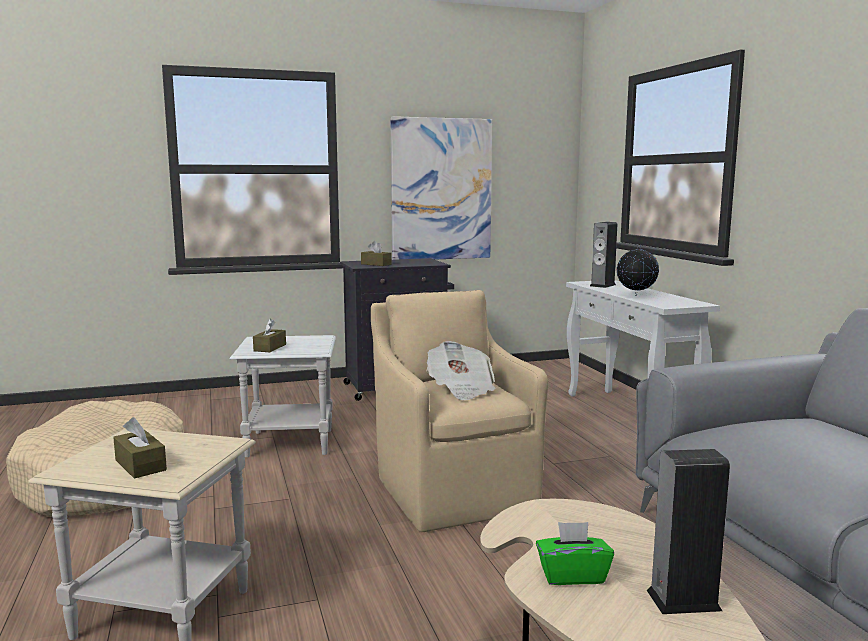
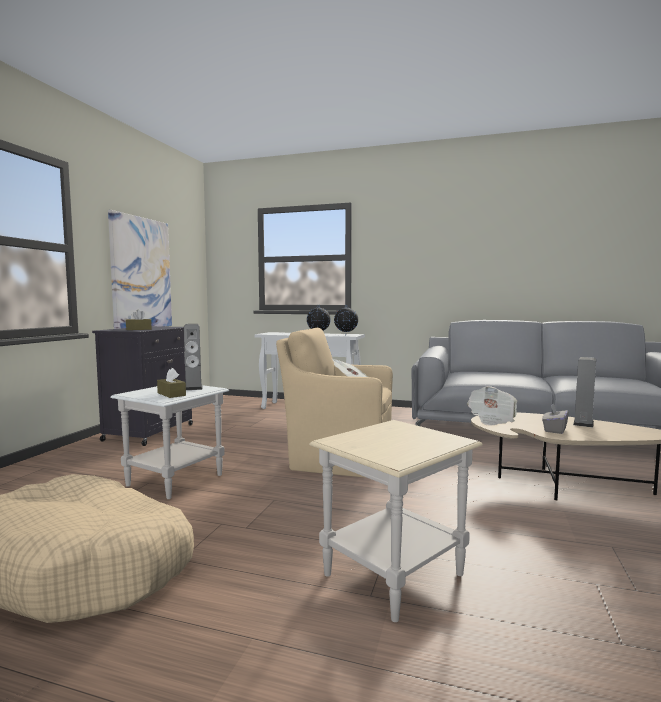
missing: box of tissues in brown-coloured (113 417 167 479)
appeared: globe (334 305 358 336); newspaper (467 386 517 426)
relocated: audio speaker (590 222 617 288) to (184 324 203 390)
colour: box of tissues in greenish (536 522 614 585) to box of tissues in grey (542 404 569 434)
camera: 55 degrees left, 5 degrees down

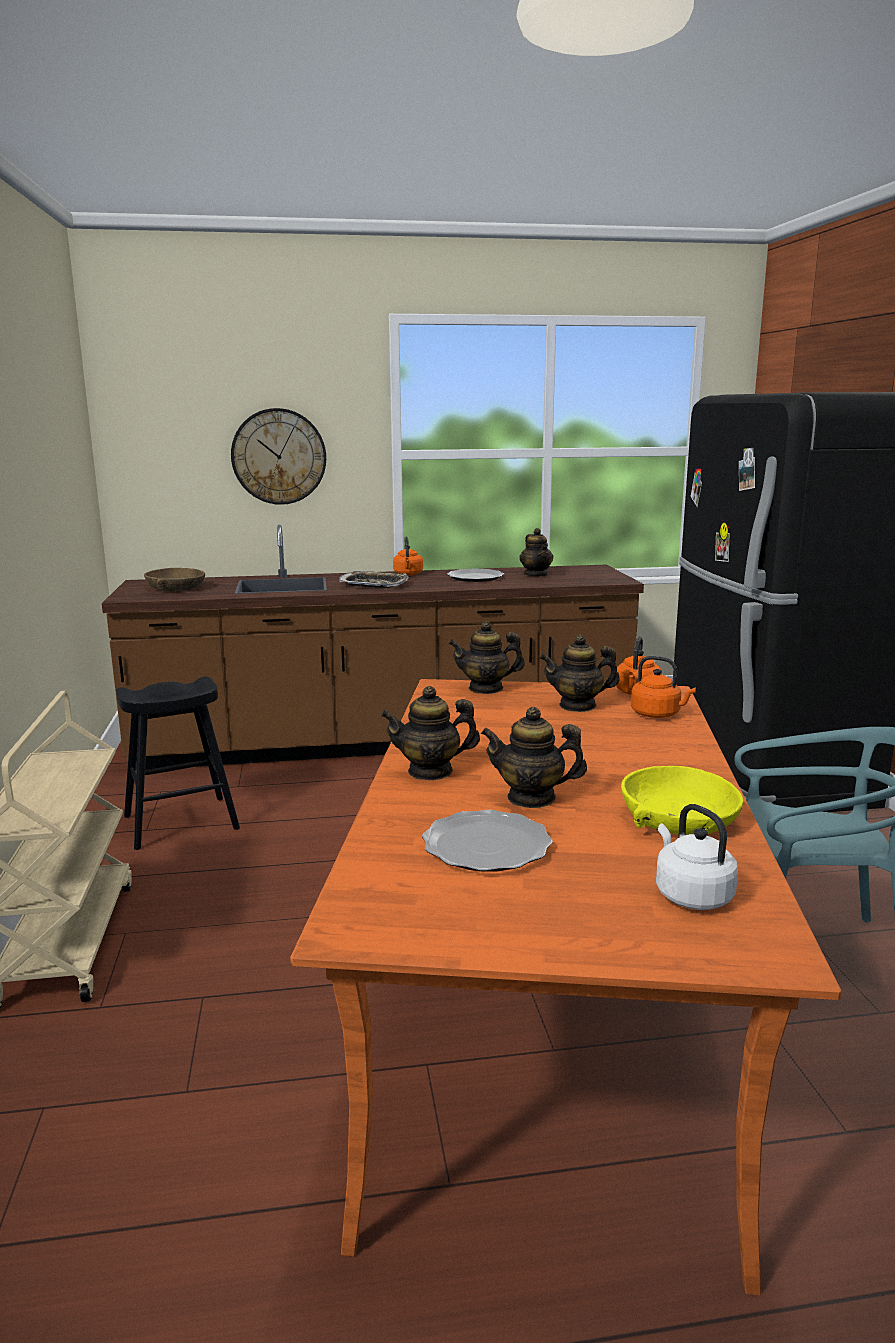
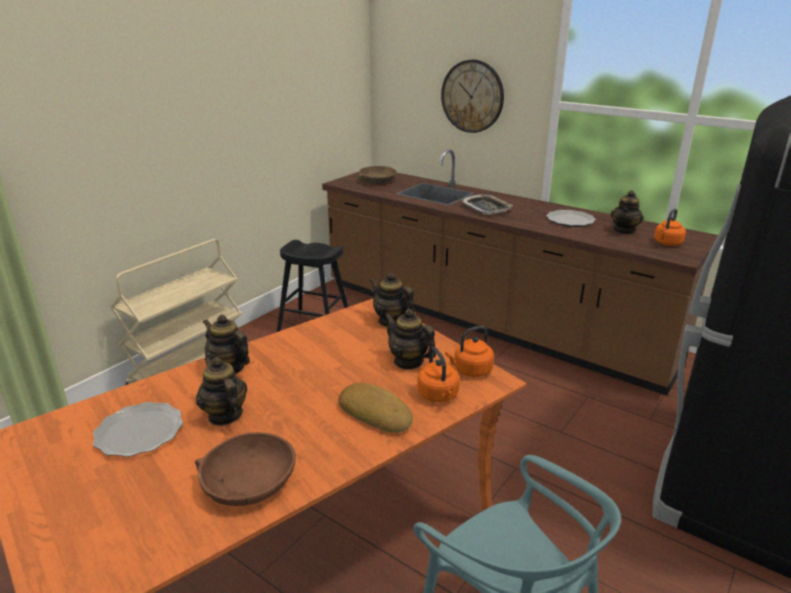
missing: water kettle in white-coloured (656 804 738 910)
appeared: bakery bread (339 383 413 433)
relocated: water kettle in orange (393 537 423 576) to (654 208 686 246)
colour: serving bowl in yellow-coloured (621 766 743 835) to serving bowl in brown-coloured (195 432 296 506)
camera: 45 degrees right, 10 degrees up

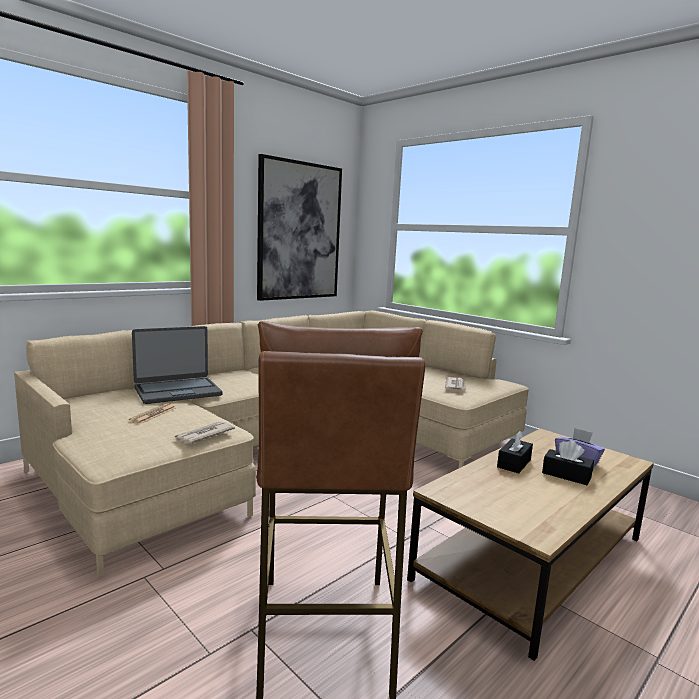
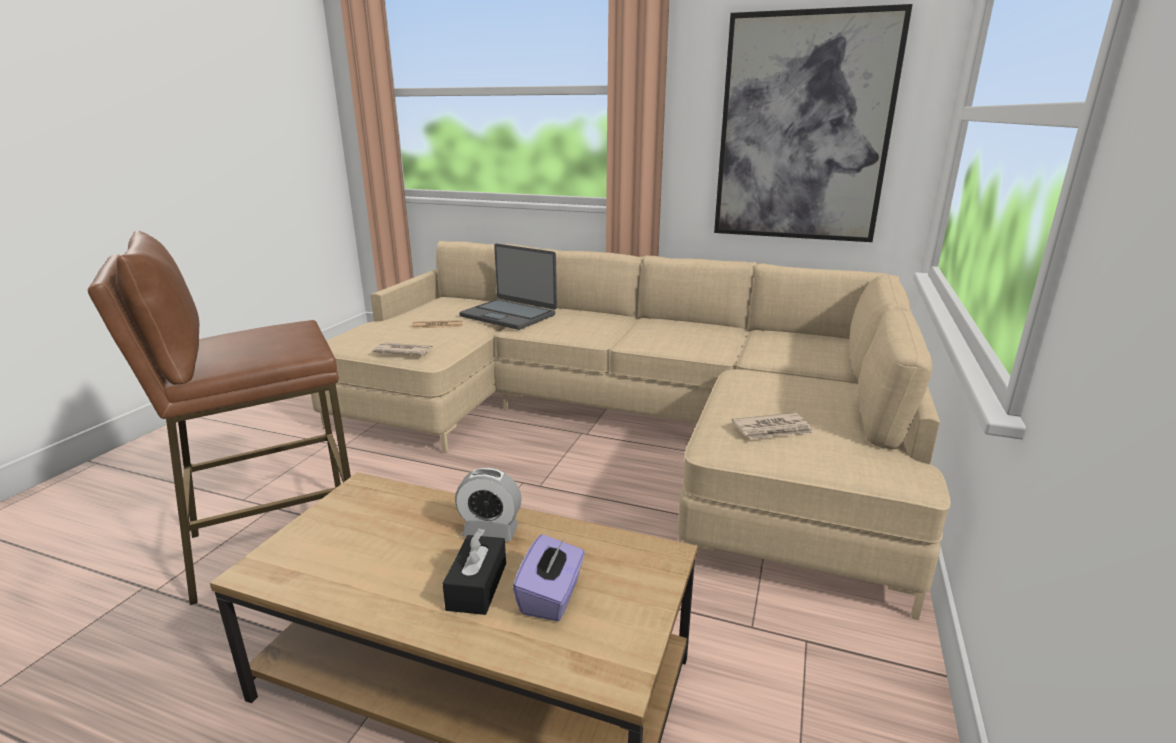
exchanged: box of tissues in blackish (497 431 533 474) to alarm clock (455 468 522 541)
camera: 65 degrees right, 10 degrees up

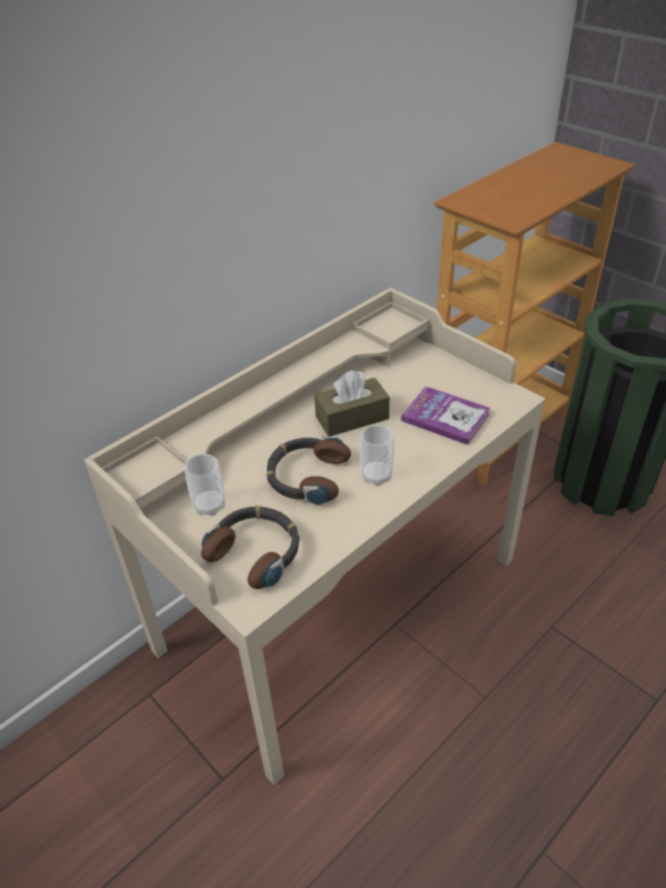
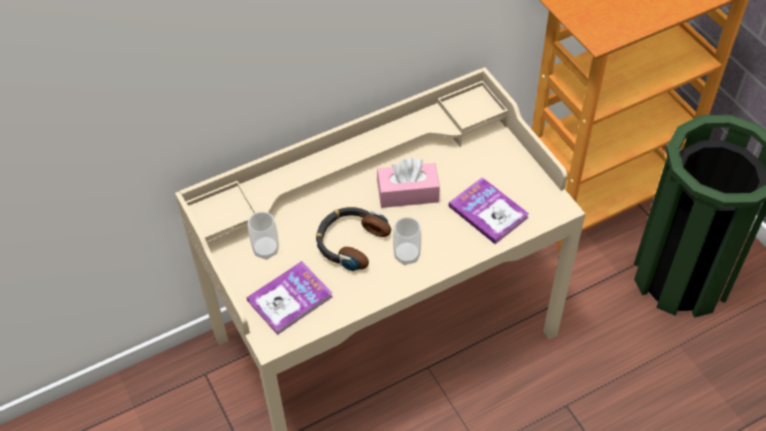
exchanged: pair of headphones (201 506 300 589) to book (247 261 332 335)
colour: box of tissues in brown-coloured (314 370 390 437) to box of tissues in pinkish (377 158 440 208)
camera: 15 degrees right, 10 degrees up

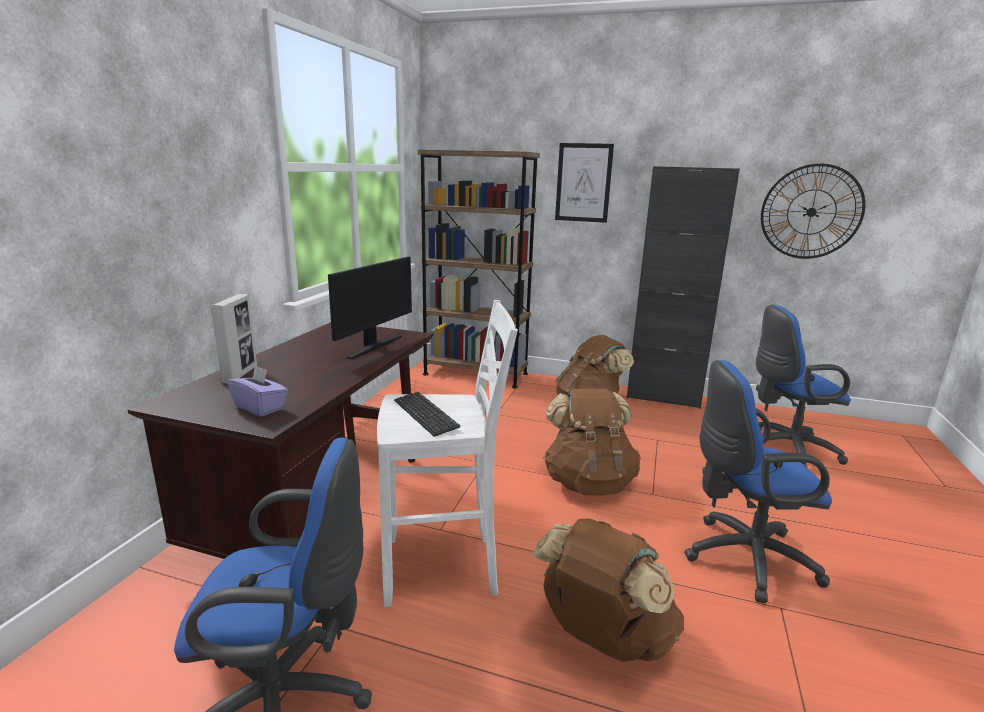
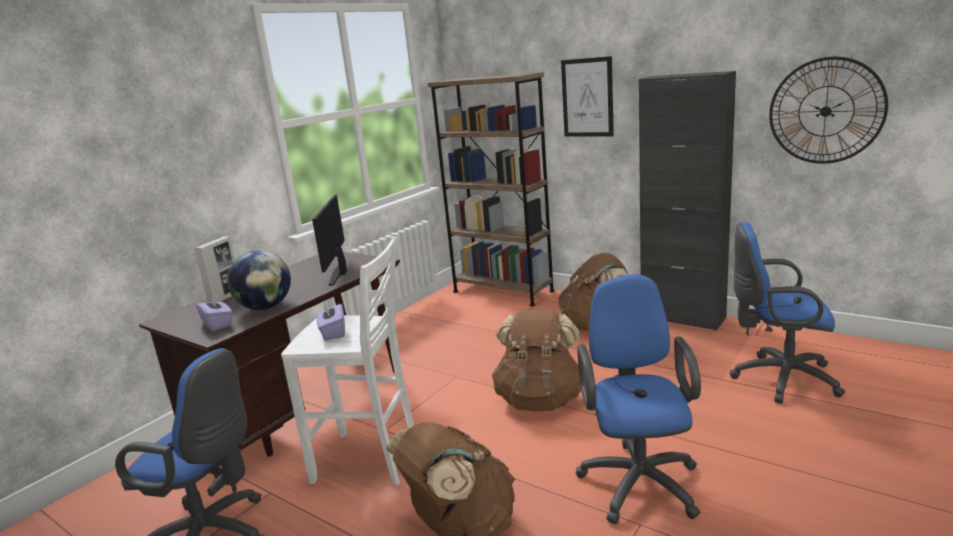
appeared: globe (227 250 291 310)
exchanged: keyboard (394 392 460 437) to box of tissues in purple-coloured (317 302 345 340)
spun: computer display (328 257 412 359) = (312 195 347 286) 135 degrees clockwise; office chair in bluish (684 360 832 603) = (576 274 701 524) 75 degrees clockwise
camera: 20 degrees right, 0 degrees up

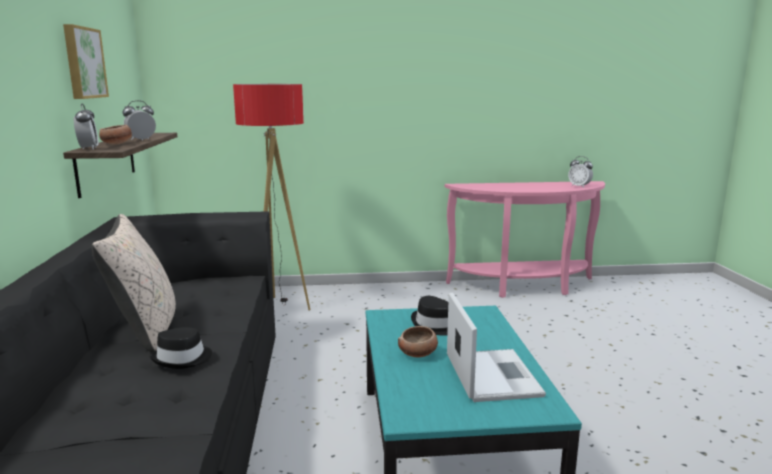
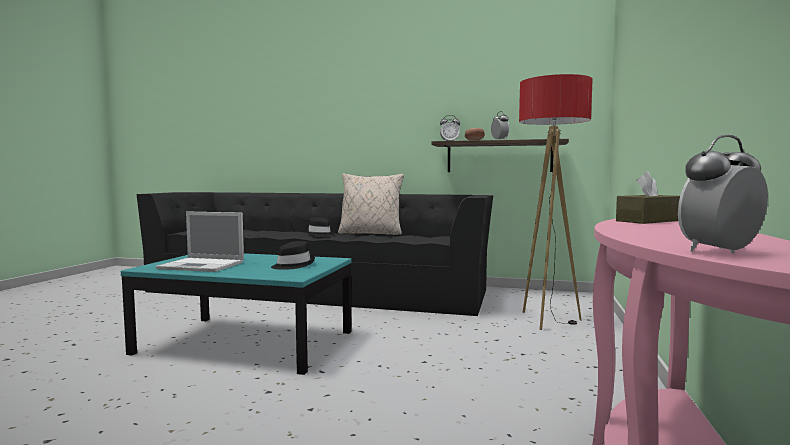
missing: wall art (63 24 109 99); serving bowl (398 326 438 357)
appeared: box of tissues in brown-coloured (616 171 680 224)
camera: 110 degrees right, 10 degrees down

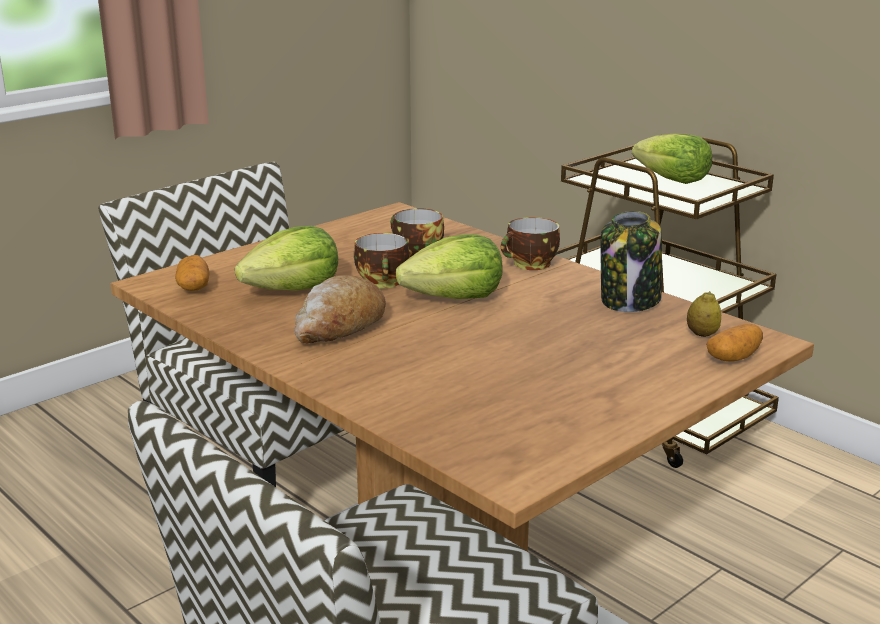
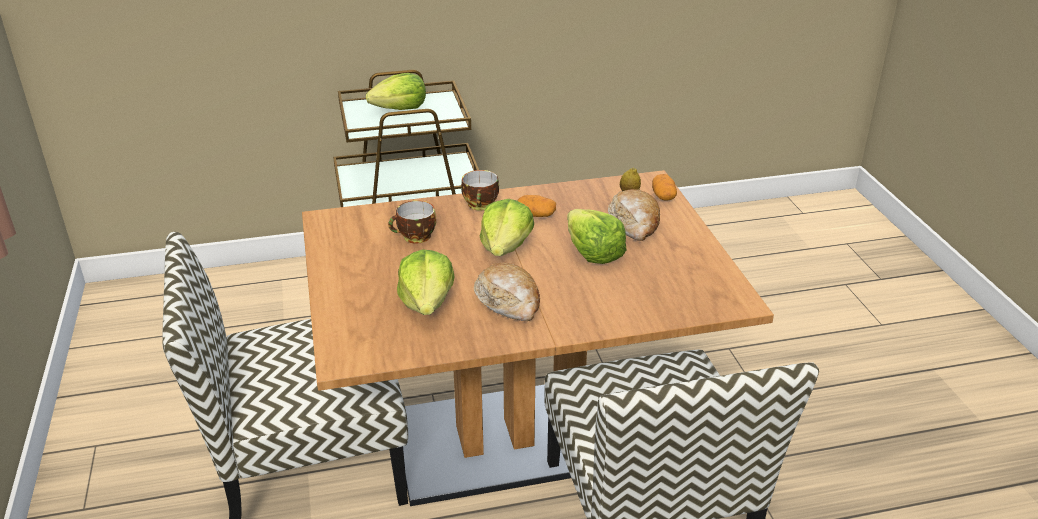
missing: drinking cup (354 233 409 289); storage jar (601 211 662 312)
appeared: lettuce head (567 209 626 264); bakery bread (608 189 660 241)
relocated: whole potato (175 255 210 291) to (517 195 556 217)
camera: 60 degrees left, 10 degrees up

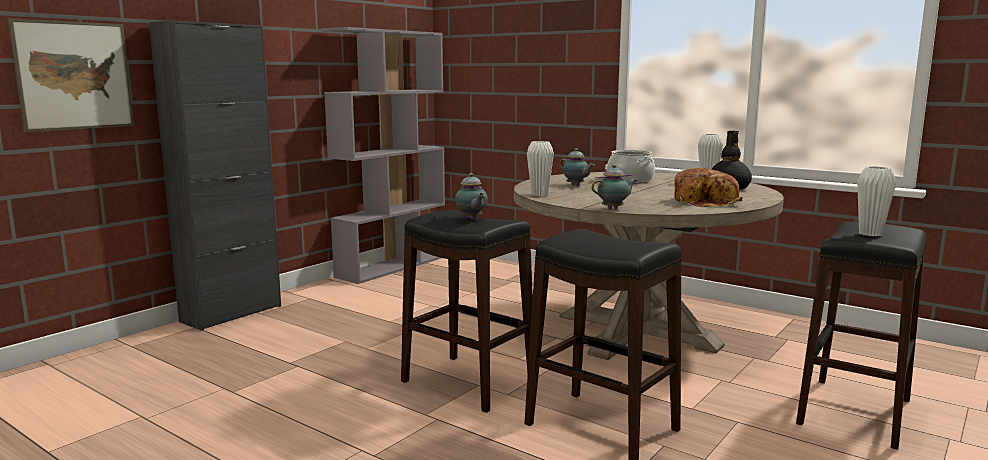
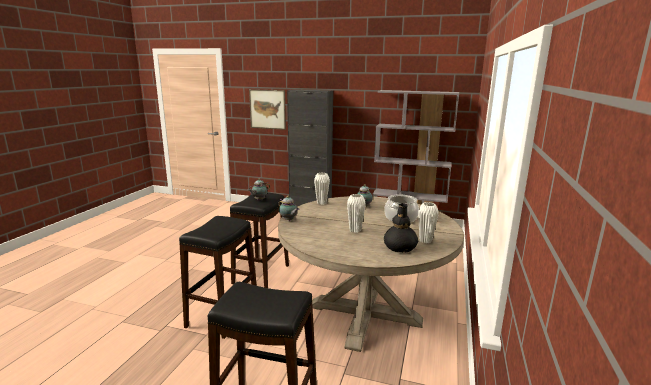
missing: bakery bread (674 168 743 207)
relocated: flower vase in white-coloured (857 166 896 236) to (347 194 366 233)
camera: 70 degrees right, 5 degrees up

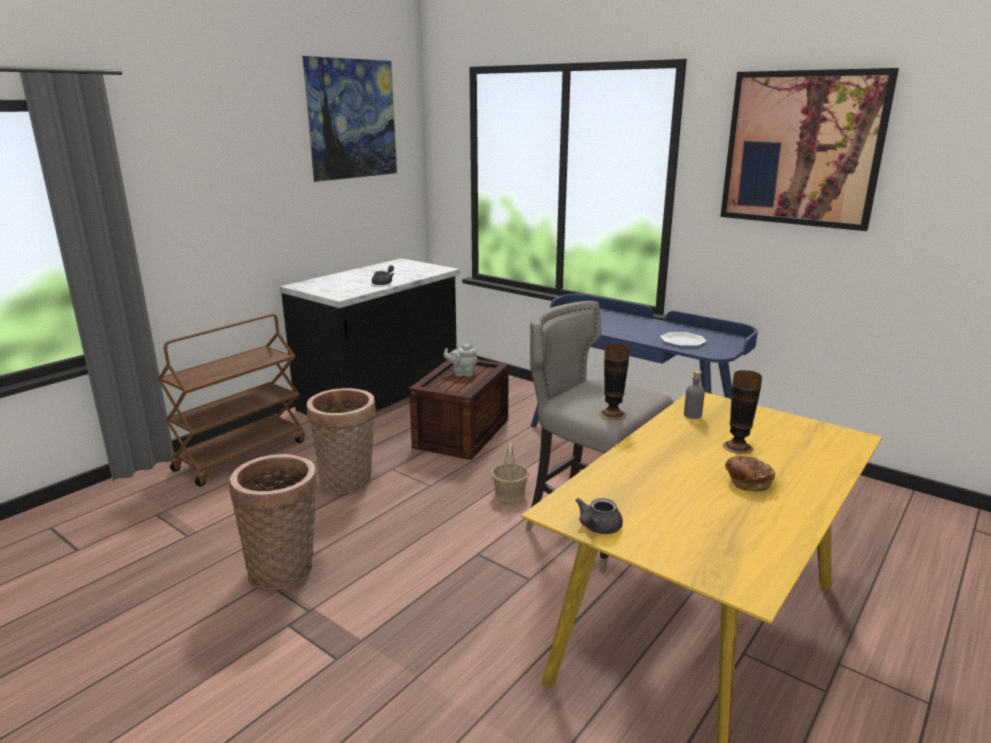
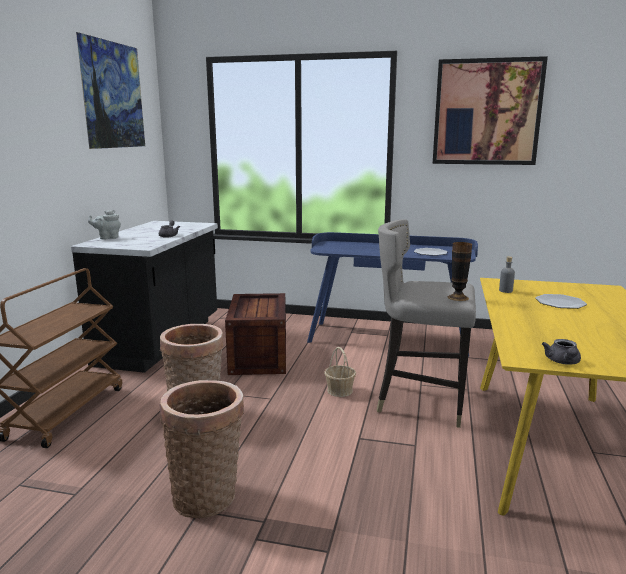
missing: bakery bread (725 456 775 491)
relocated: teapot in grey (443 344 478 377) to (88 210 121 240)
exchanged: flower vase (723 370 762 454) to dinner plate (535 294 587 309)
camera: 25 degrees left, 5 degrees down

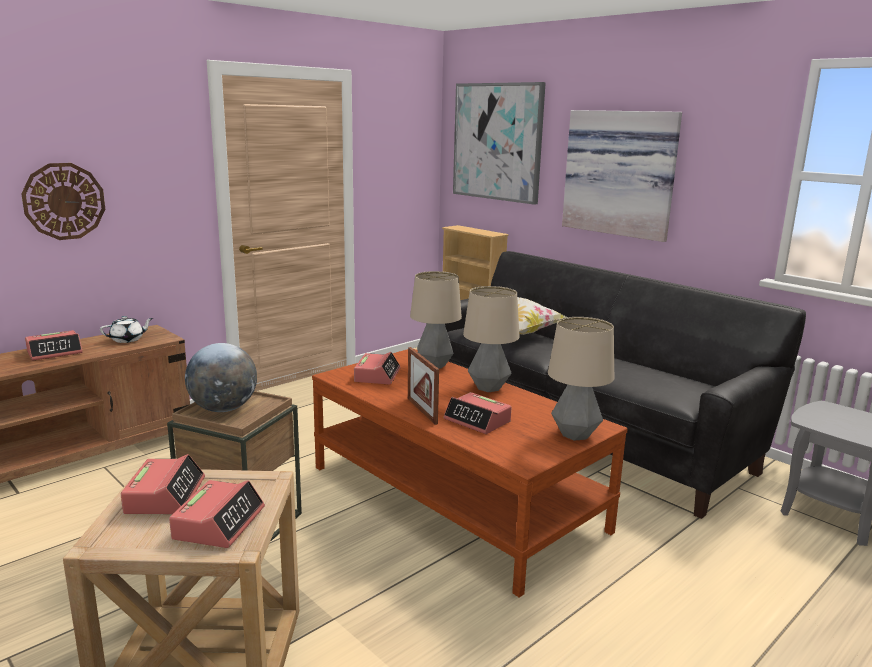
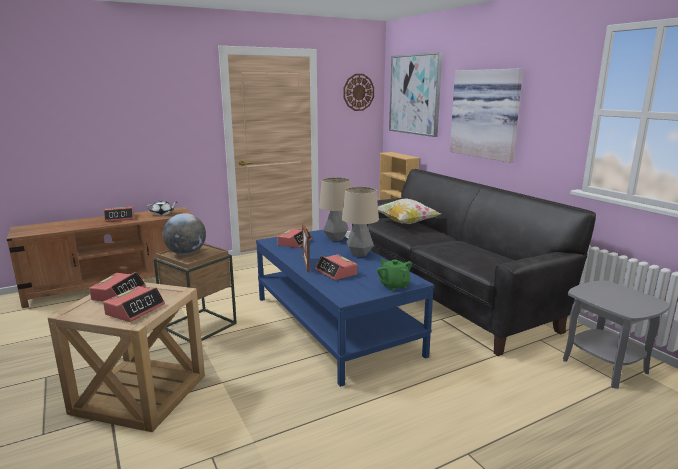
relocated: clock on the wall (21 163 105 240) to (343 74 374 111)
exchanged: lamp for a table (548 317 614 441) to teapot in greenish (377 259 412 291)
colour: low table in brown-coloured (312 349 628 598) to low table in bluish (256 229 434 387)
camera: 15 degrees right, 0 degrees up

